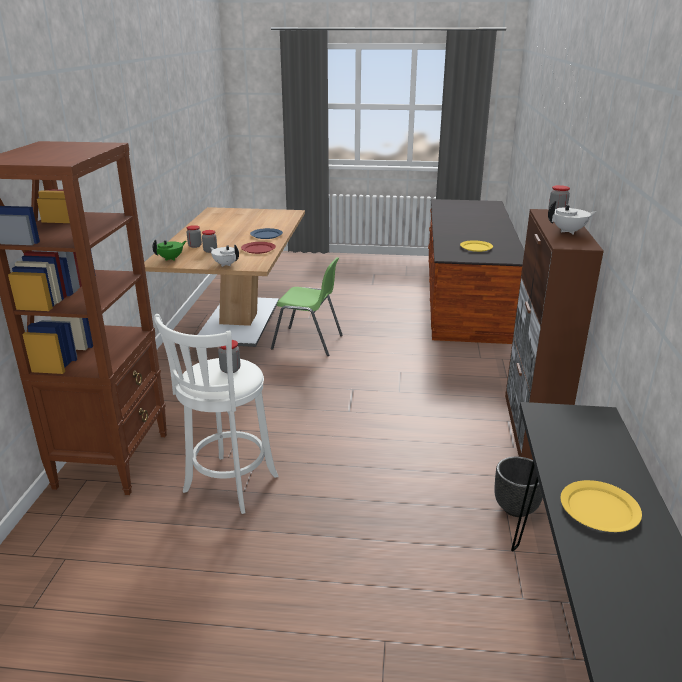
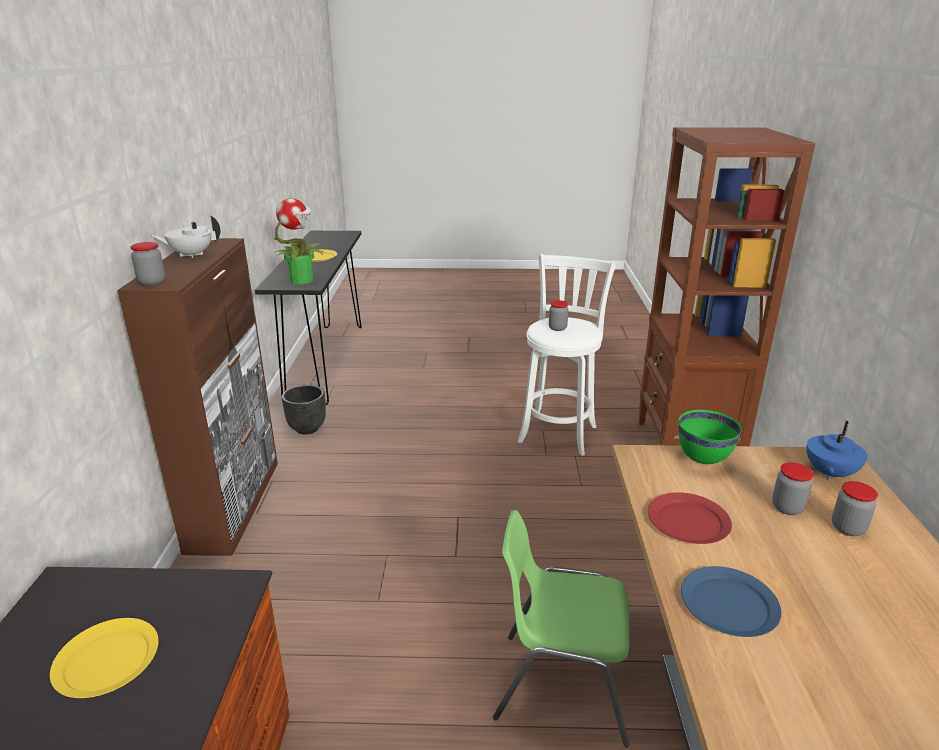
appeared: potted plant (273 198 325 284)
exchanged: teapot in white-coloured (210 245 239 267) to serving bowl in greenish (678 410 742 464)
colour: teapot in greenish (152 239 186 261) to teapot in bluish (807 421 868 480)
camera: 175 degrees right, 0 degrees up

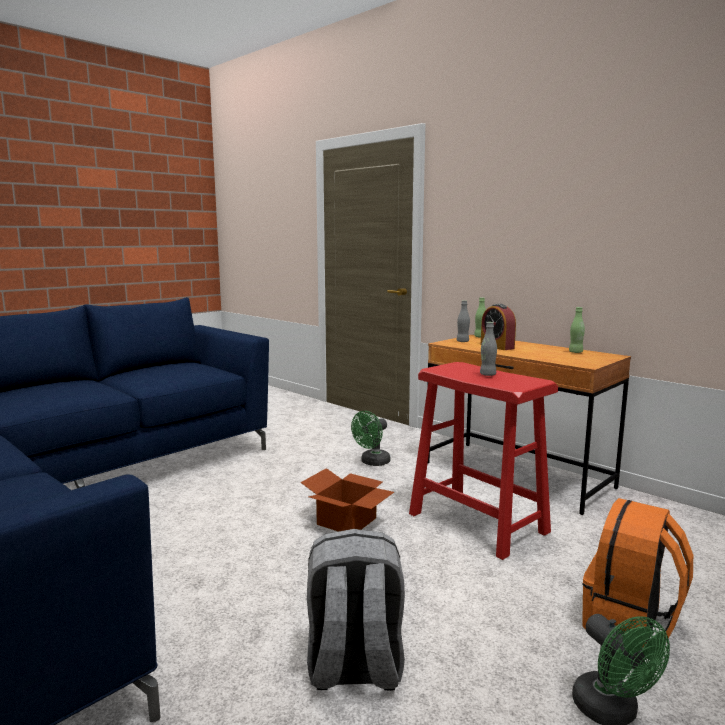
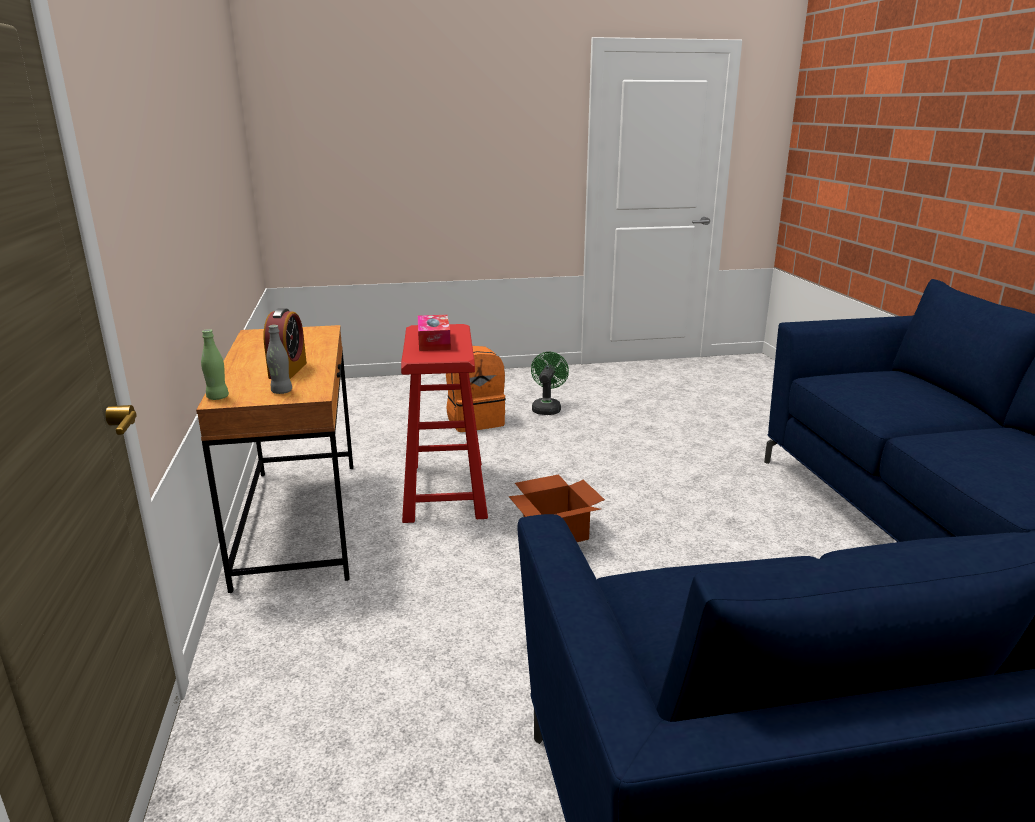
missing: knapsack in grey (307 529 405 691); electric fan in greenish (351 411 390 466); bottle in greenish (569 307 585 353)
exchanged: bottle in grey (480 322 497 376) to box of tissues (418 315 451 351)
camera: 145 degrees left, 10 degrees up

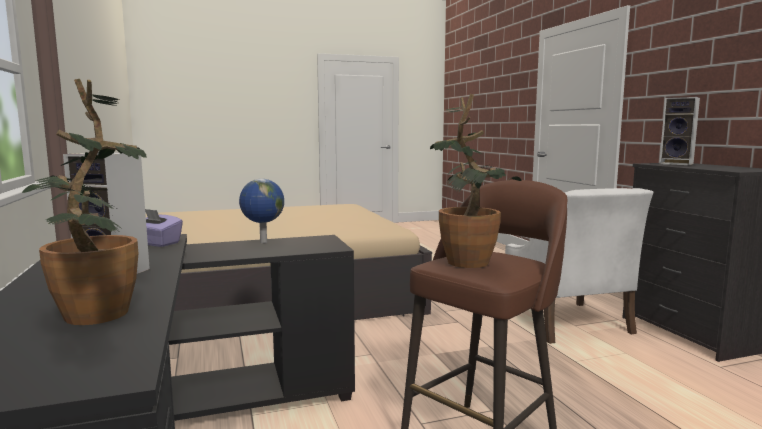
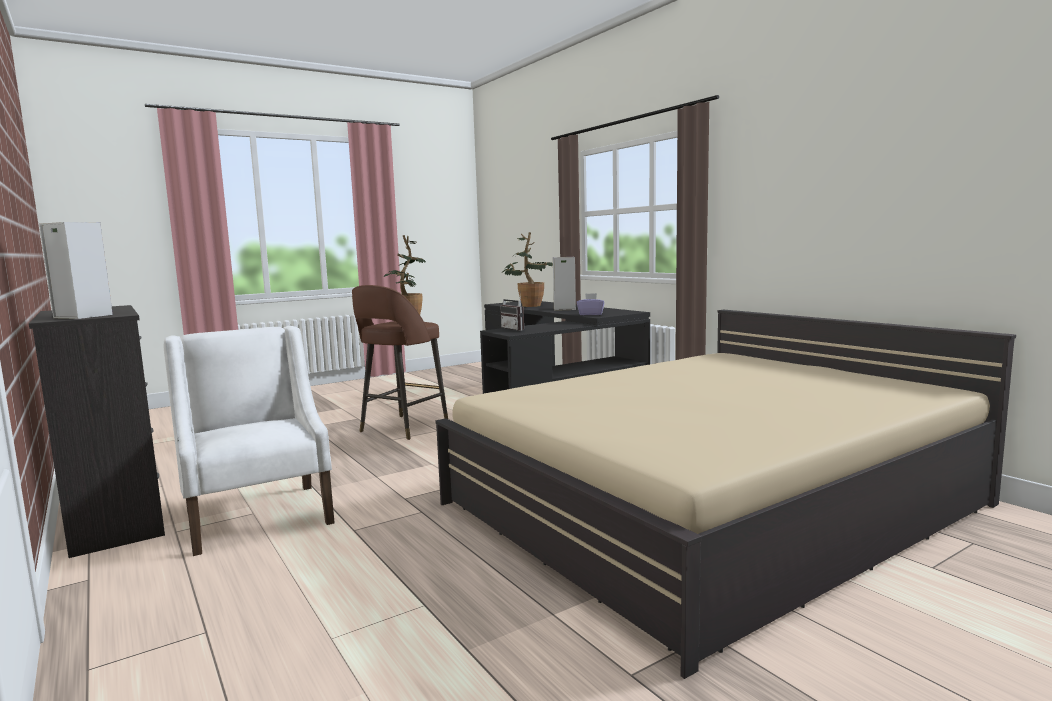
missing: globe (239 179 284 244)
appeared: radio set (500 299 524 331)
camera: 165 degrees right, 0 degrees up

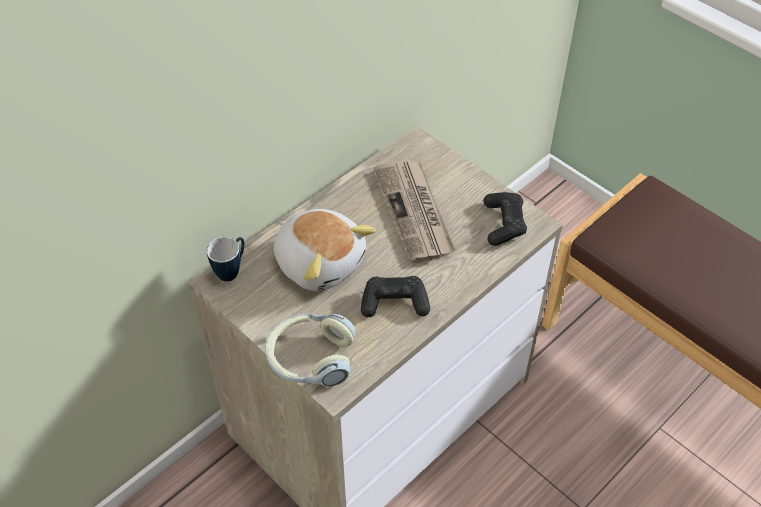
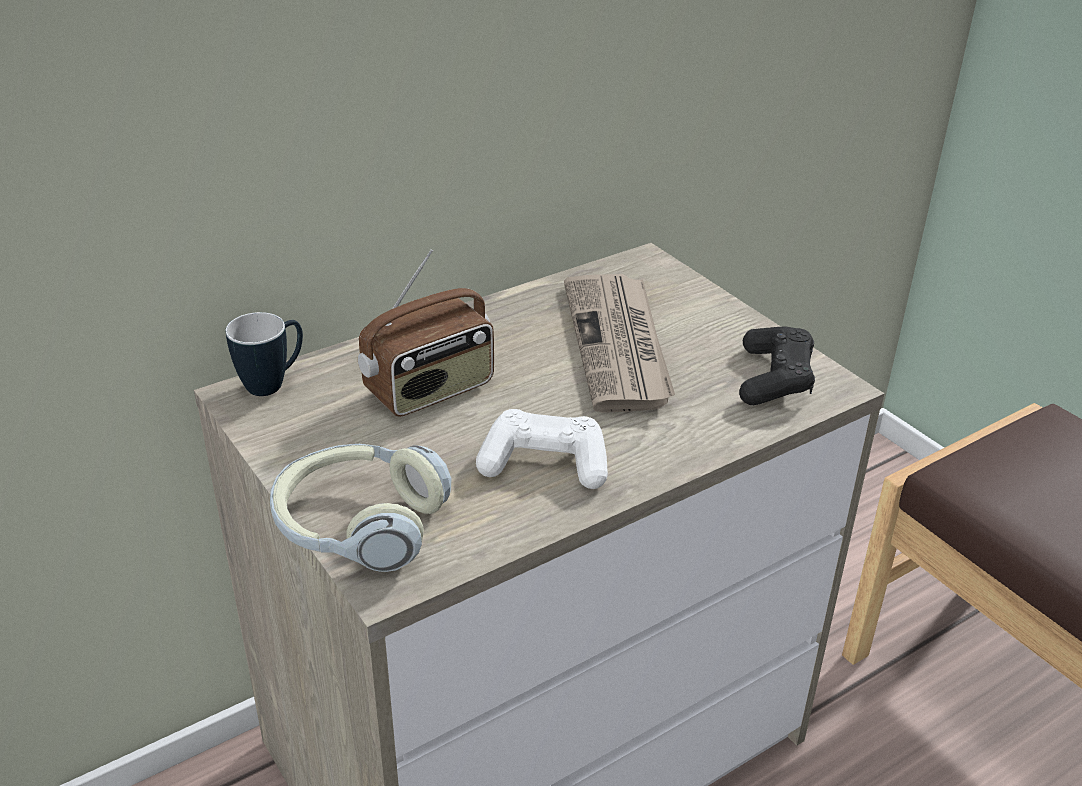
exchanged: plush toy (274 209 376 291) to radio set (358 249 494 417)
colour: joypad in blackish (361 276 430 317) to joypad in white-coloured (476 409 608 489)
camera: 10 degrees right, 15 degrees down

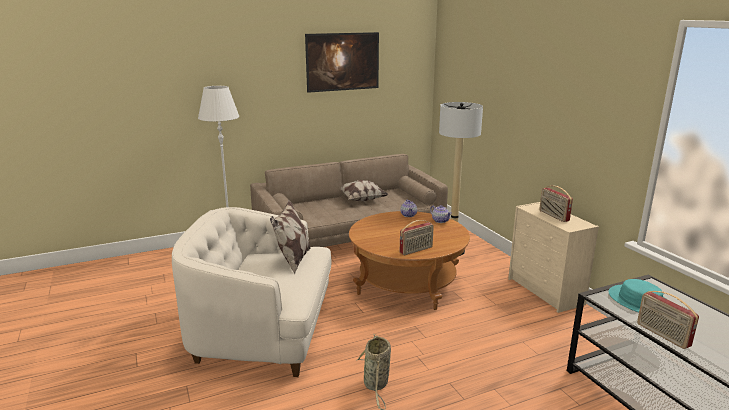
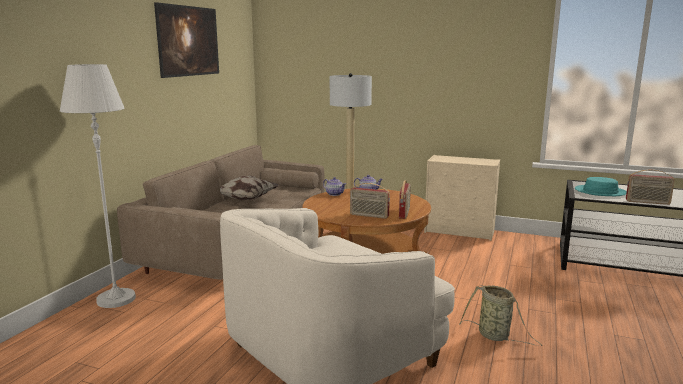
missing: pillow (270 200 310 275)
relocated: radio set (539 186 573 222) to (350 183 390 219)
camera: 45 degrees left, 5 degrees down

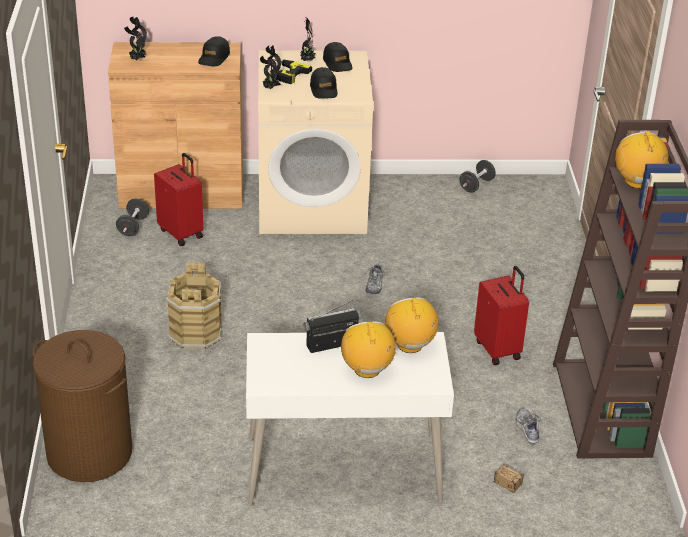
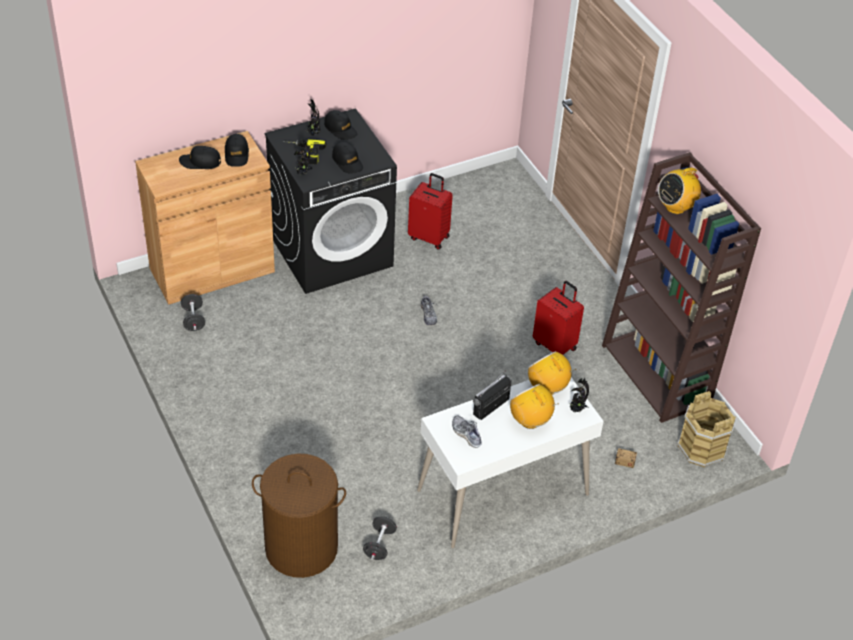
appeared: cap in blackish (179 146 221 169)
relocated: potted plant (124 17 147 61) to (569 378 589 413); suitcase in red-coloured (154 153 203 246) to (408 173 453 250); bucket in brown-coloured (166 263 222 349) to (677 391 737 467); dumbbell in blackish (459 160 496 193) to (363 517 397 560); low shoe (515 408 540 444) to (452 416 482 448)
colour: laundry appliance in beige-coloured (258 50 373 234) to laundry appliance in blackish (265 108 397 294)
spun: radio set (615 131 669 189) = (658 166 701 214) 90 degrees counterclockwise
camera: 25 degrees left, 10 degrees up

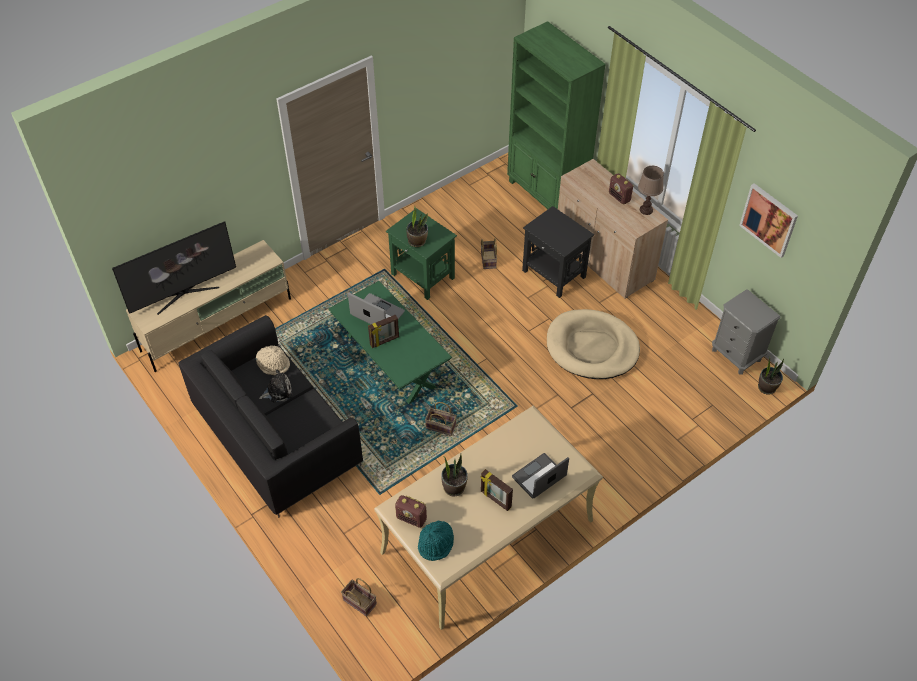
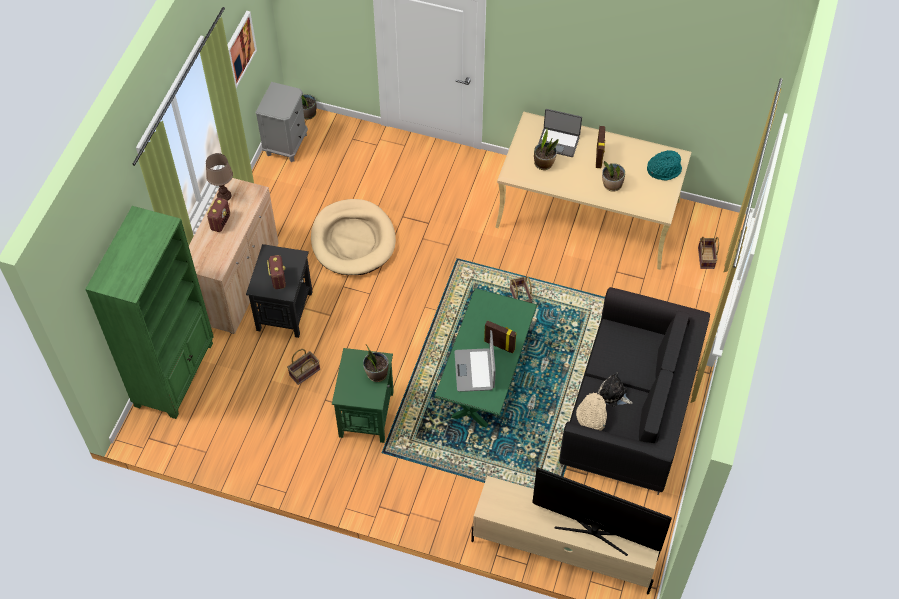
appeared: potted plant (534 129 559 170)
relocated: radio set (395 495 427 528) to (267 255 286 289)
camera: 125 degrees left, 5 degrees up

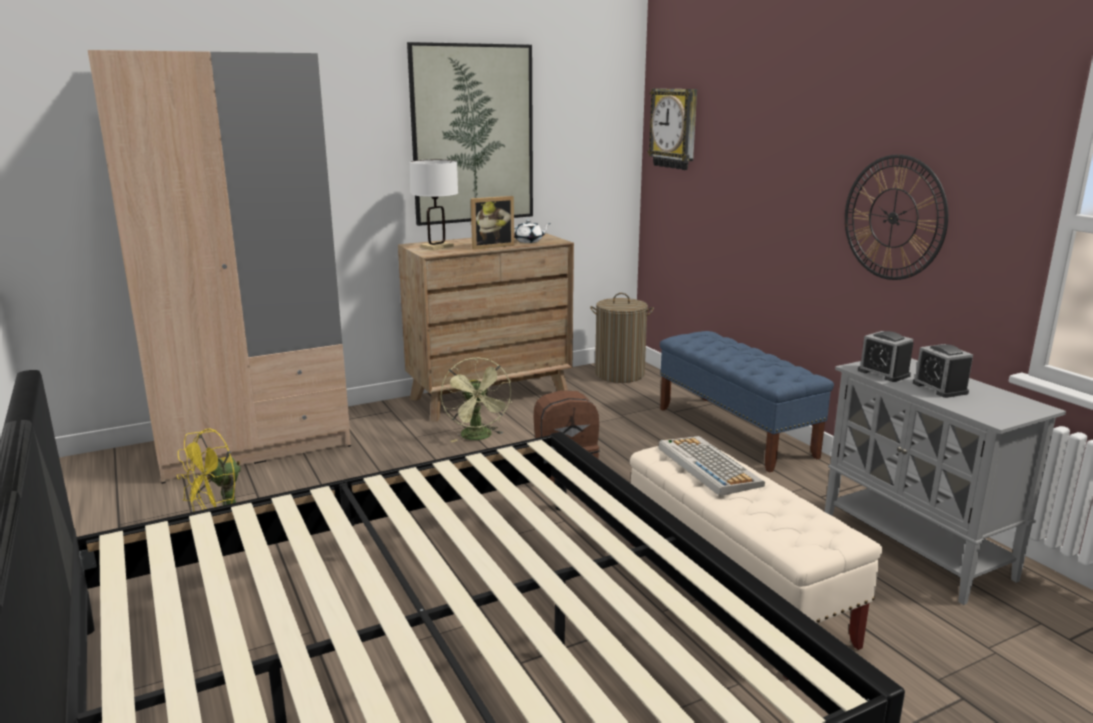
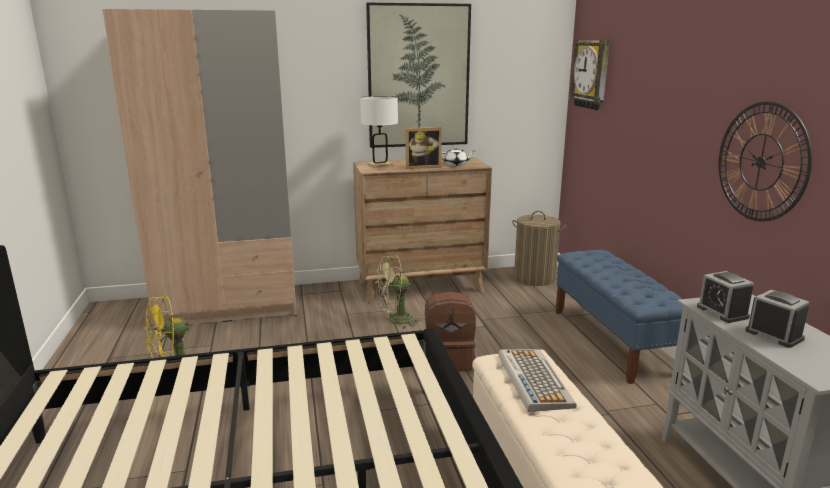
spun: electric fan in greenish (441 357 512 442) = (376 255 421 329) 75 degrees clockwise; alarm clock (913 344 973 398) = (745 290 809 348) 150 degrees clockwise
camera: 15 degrees right, 0 degrees up

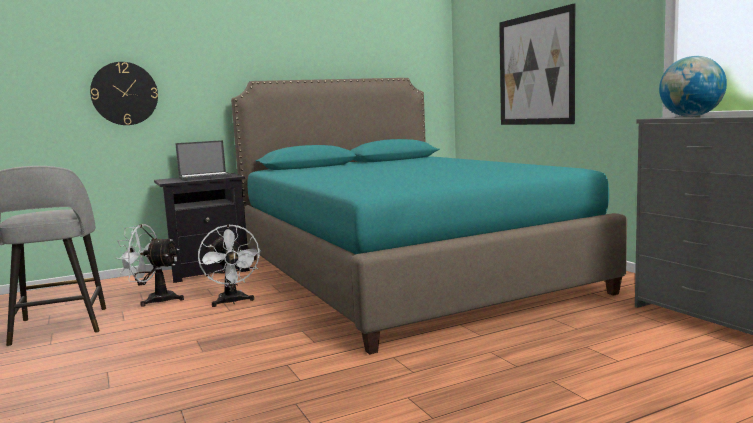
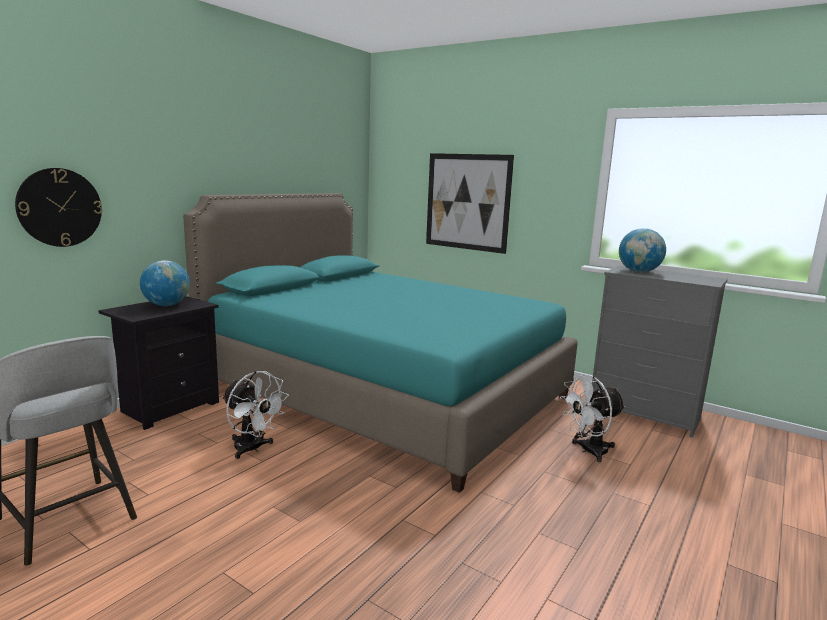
relocated: electric fan in white-coloured (116 224 184 307) to (560 375 626 462)
exchanged: notebook computer (175 140 232 181) to globe (140 260 190 306)
camera: 30 degrees left, 5 degrees up

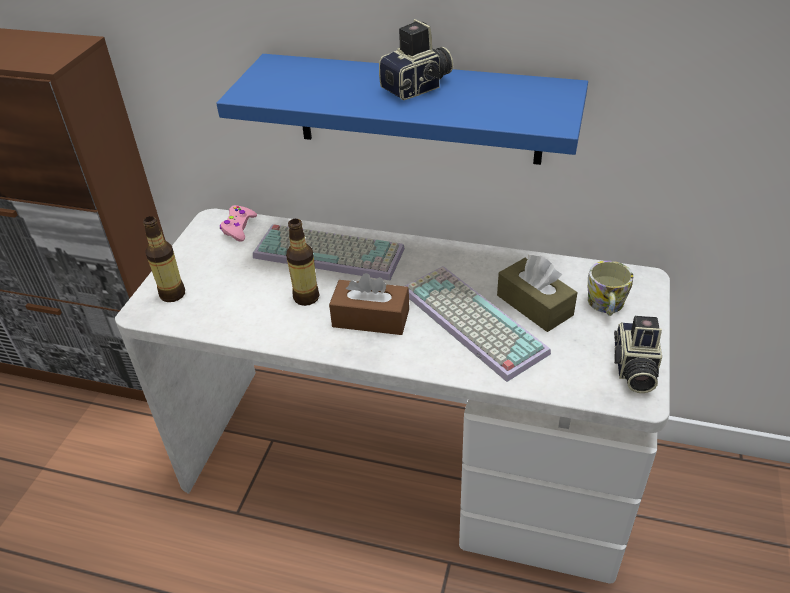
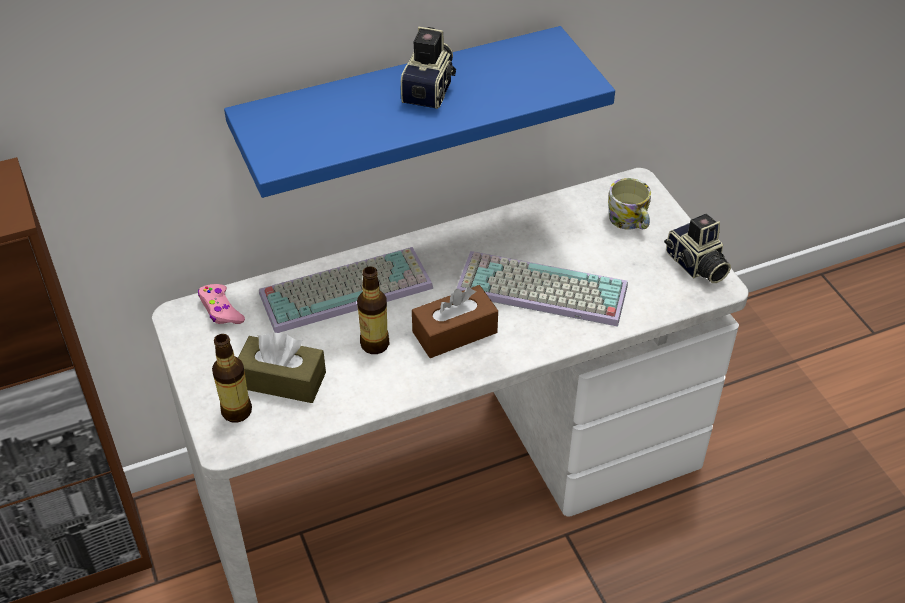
relocated: box of tissues in brown-coloured (497 255 577 332) to (238 332 326 403)
camera: 40 degrees left, 5 degrees up

